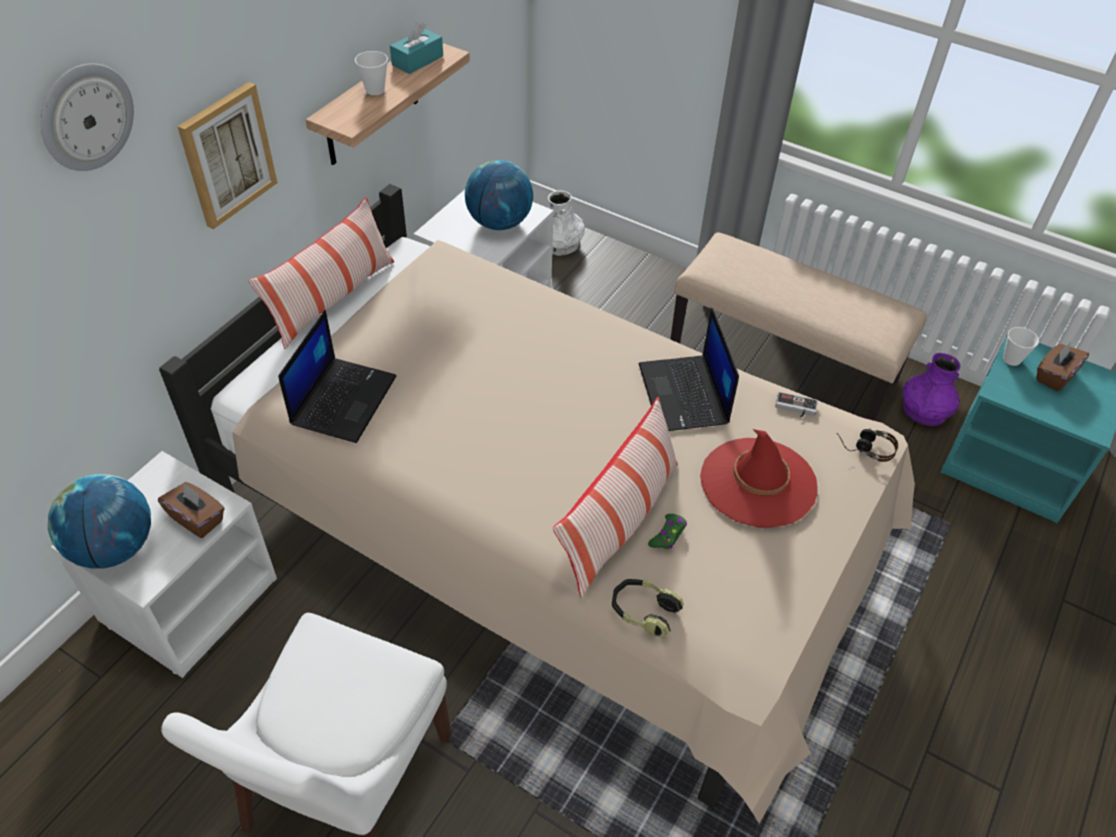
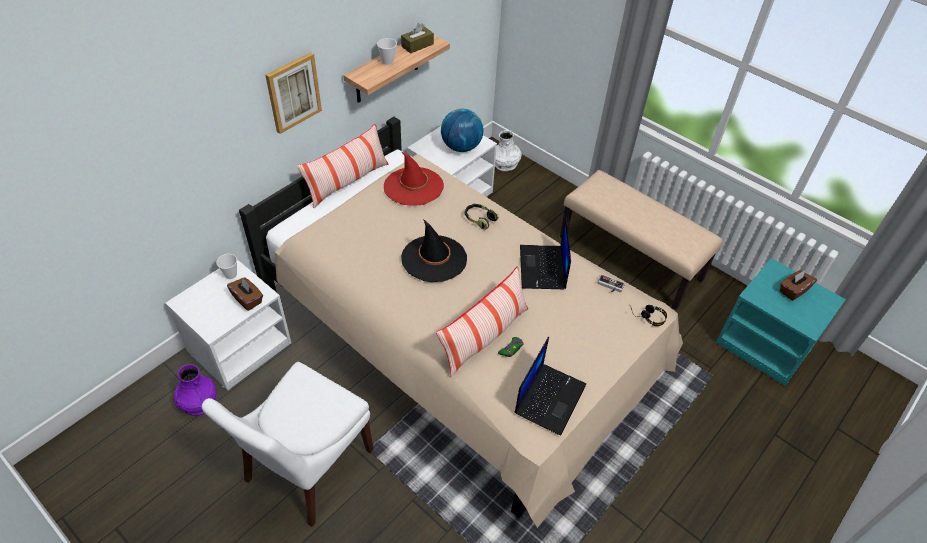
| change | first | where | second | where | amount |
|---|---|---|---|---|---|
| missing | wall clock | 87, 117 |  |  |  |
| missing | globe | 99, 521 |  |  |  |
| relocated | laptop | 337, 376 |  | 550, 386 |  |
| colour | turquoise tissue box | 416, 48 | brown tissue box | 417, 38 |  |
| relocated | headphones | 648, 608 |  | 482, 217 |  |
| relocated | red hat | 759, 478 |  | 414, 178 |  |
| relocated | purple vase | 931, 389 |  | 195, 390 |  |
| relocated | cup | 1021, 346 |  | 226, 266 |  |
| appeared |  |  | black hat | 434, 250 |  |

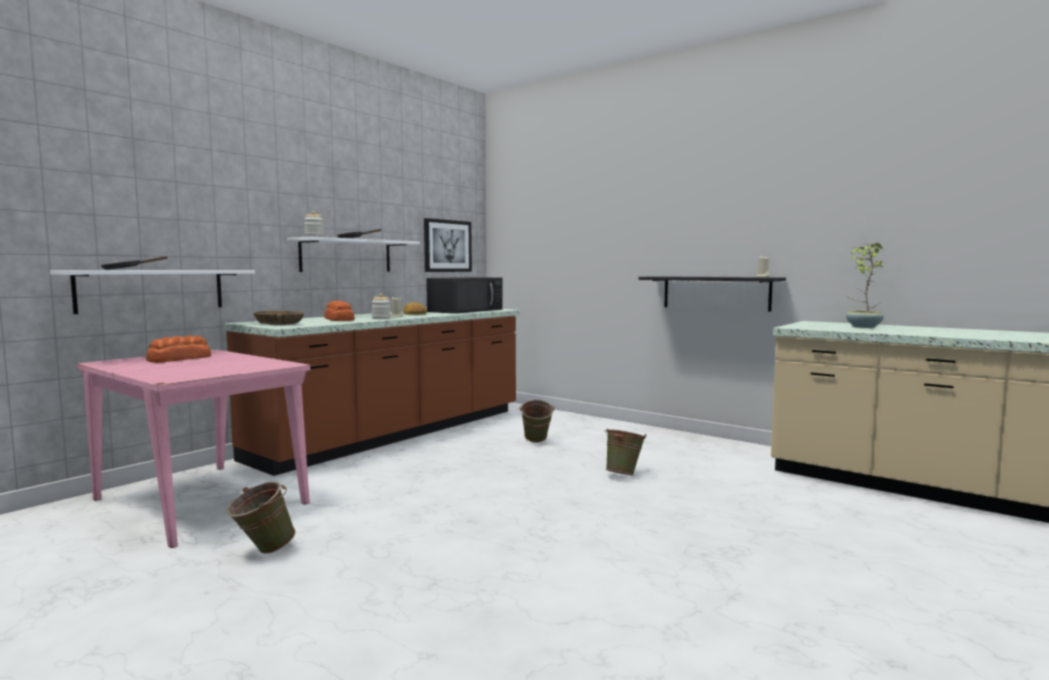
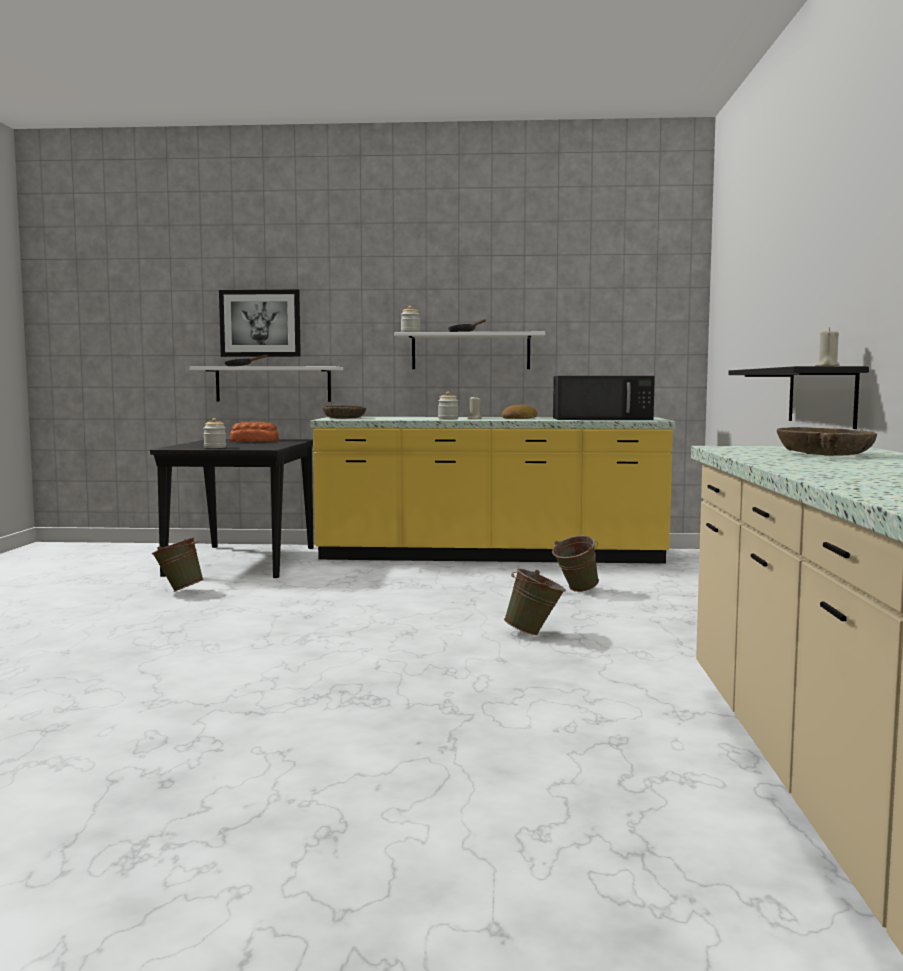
| change | first | where | second | where | amount |
|---|---|---|---|---|---|
| colour | pink dining table | 193, 449 | black dining table | 231, 508 |  |
| colour | brown counter | 372, 392 | yellow counter | 492, 490 |  |
| missing | bread | 339, 311 |  |  |  |
| relocated | picture | 448, 245 |  | 260, 323 |  |
| exchanged | potted plant | 865, 285 | brown bowl | 827, 441 |  |
| appeared |  |  | jar | 214, 433 |  |

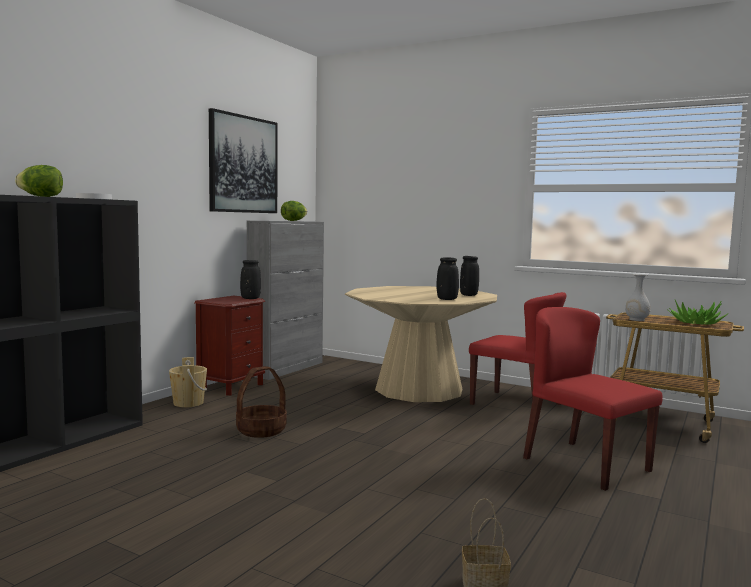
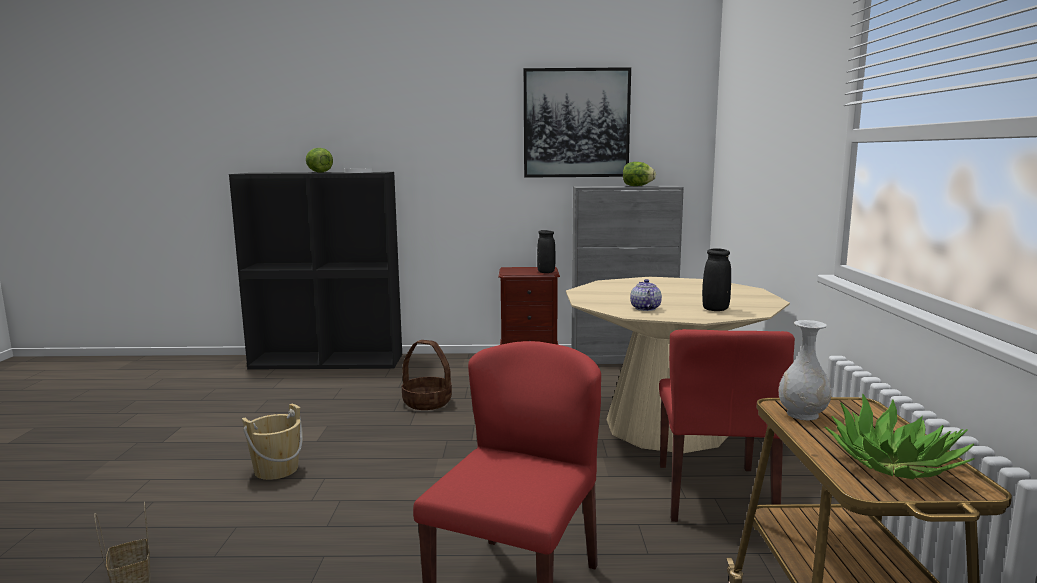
| change | first | where | second | where | amount |
|---|---|---|---|---|---|
| relocated | beige bucket | 188, 382 |  | 272, 442 |  |
| exchanged | black vase | 447, 278 | teapot | 646, 295 |  |

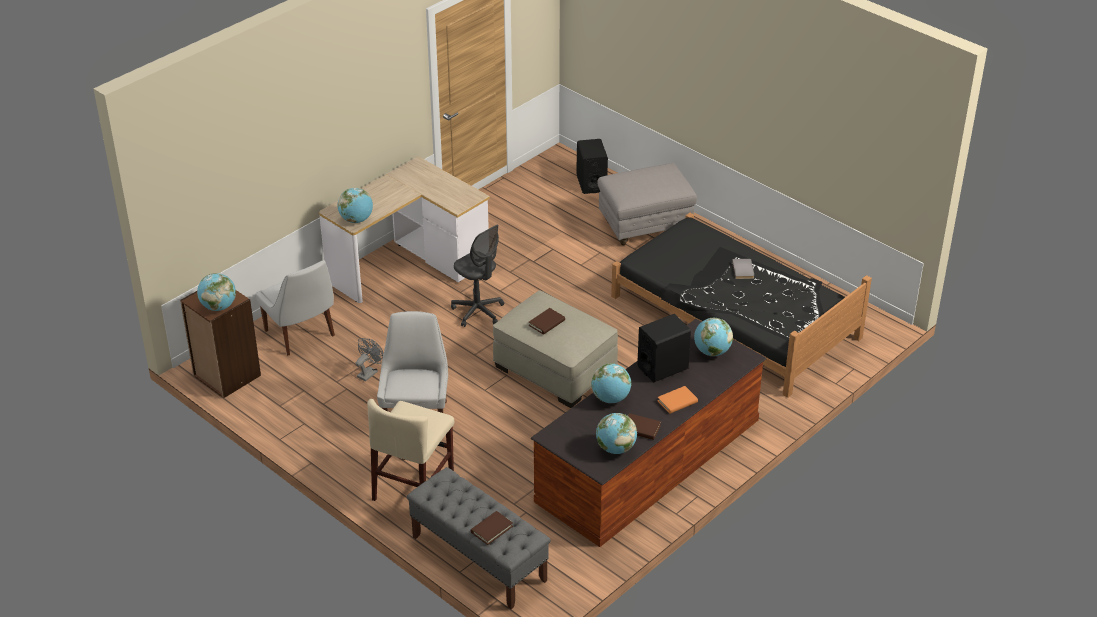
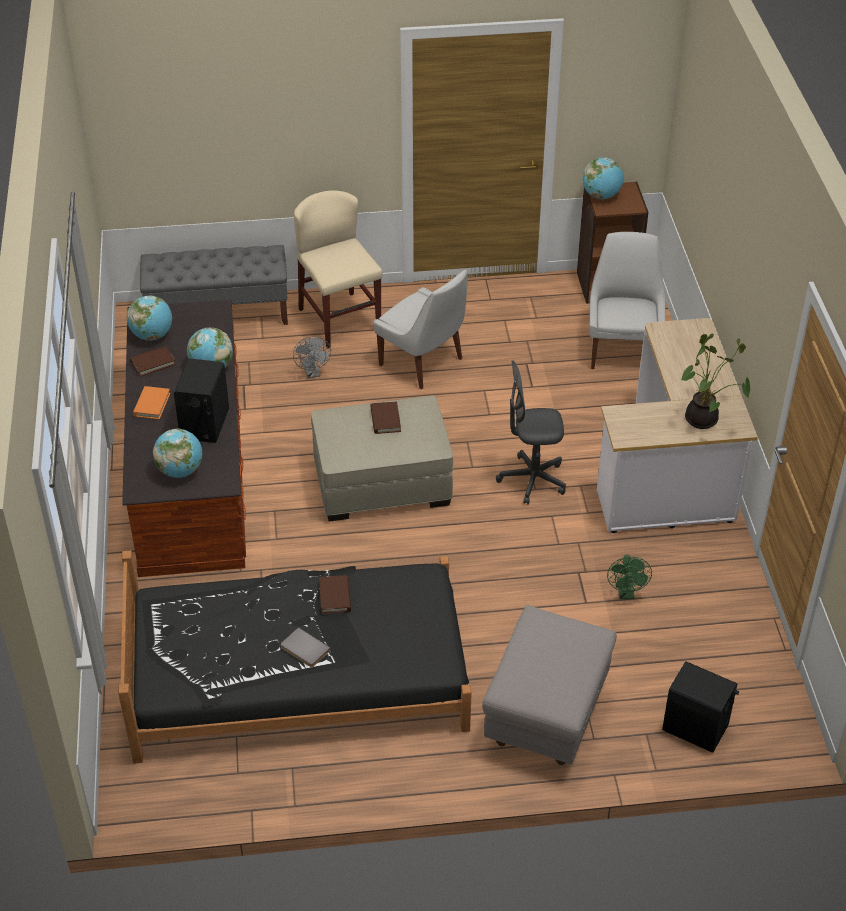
| change | first | where | second | where | amount |
|---|---|---|---|---|---|
| spun | white chair | 295, 307 |  | 627, 300 | 90 degrees clockwise |
| missing | globe | 355, 205 |  |  |  |
| relocated | grey fan | 369, 360 |  | 312, 357 |  |
| relocated | brown book | 492, 528 |  | 335, 594 |  |
| appeared |  |  | green fan | 629, 577 |  |
| appeared |  |  | potted plant | 715, 381 |  |

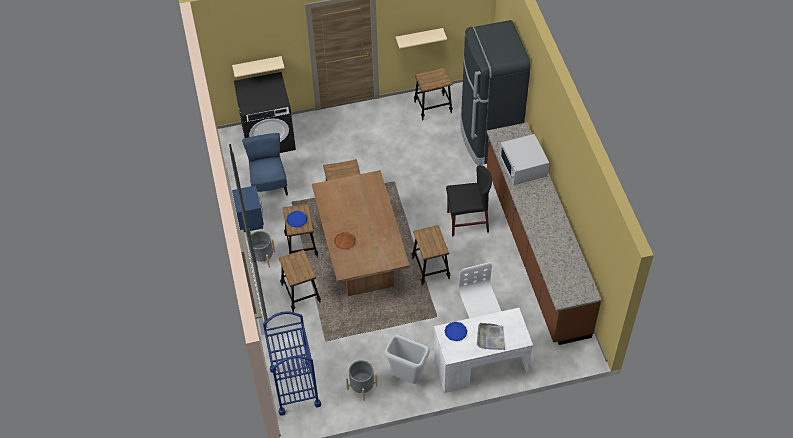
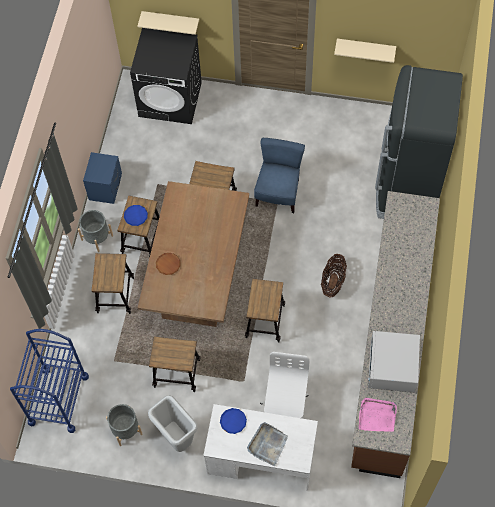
| change | first | where | second | where | amount |
|---|---|---|---|---|---|
| relocated | blue chair | 265, 164 |  | 279, 175 |  |
| relocated | stool | 433, 93 |  | 175, 364 |  |
| exchanged | black chair | 469, 201 | basket | 334, 276 |  |
| relocated | white microwave | 524, 159 |  | 394, 362 |  |
| appeared |  |  | pink tray | 378, 415 |  |

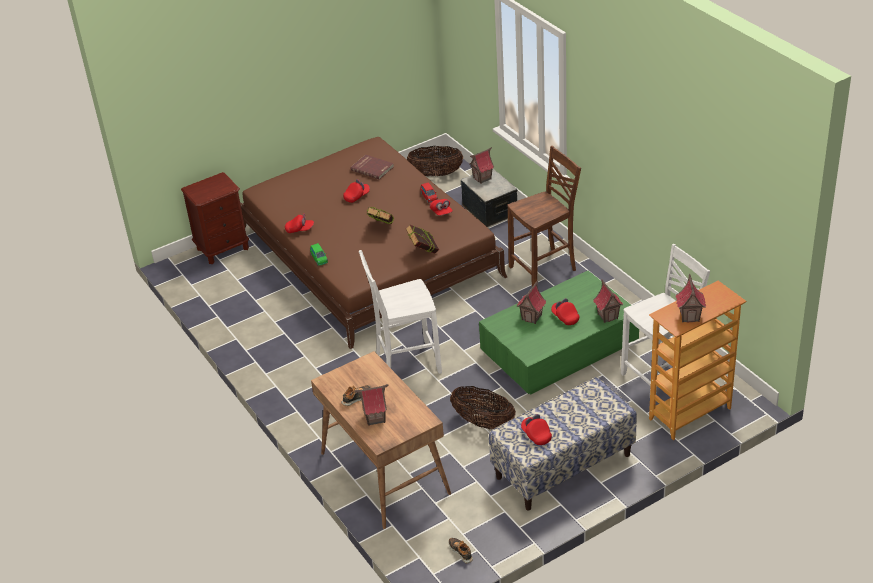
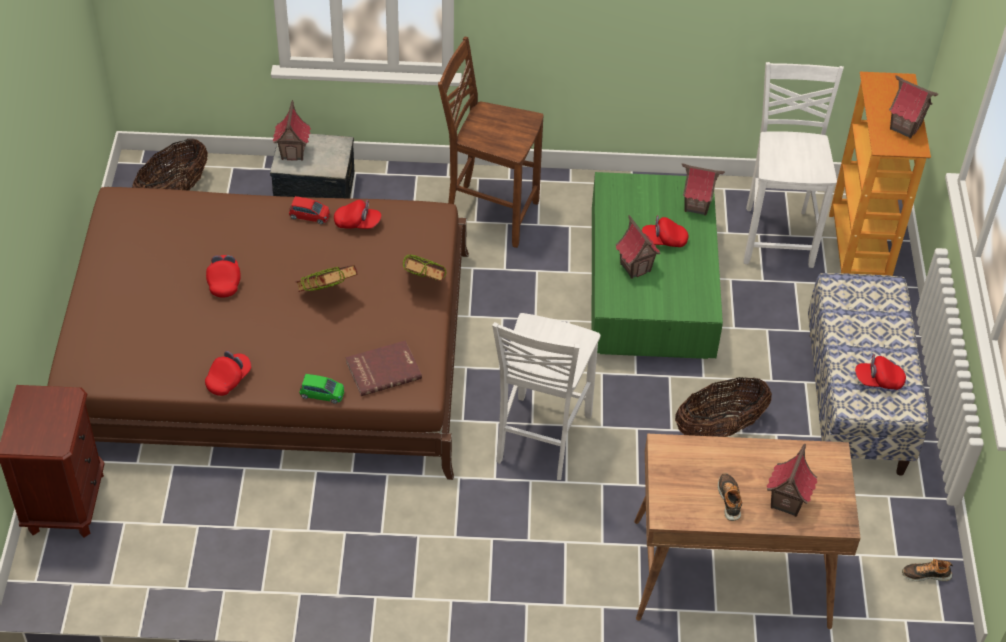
| change | first | where | second | where | amount |
|---|---|---|---|---|---|
| relocated | red book | 372, 167 |  | 384, 368 |  |
| spun | brown chair | 544, 216 |  | 491, 142 | 75 degrees counterclockwise |

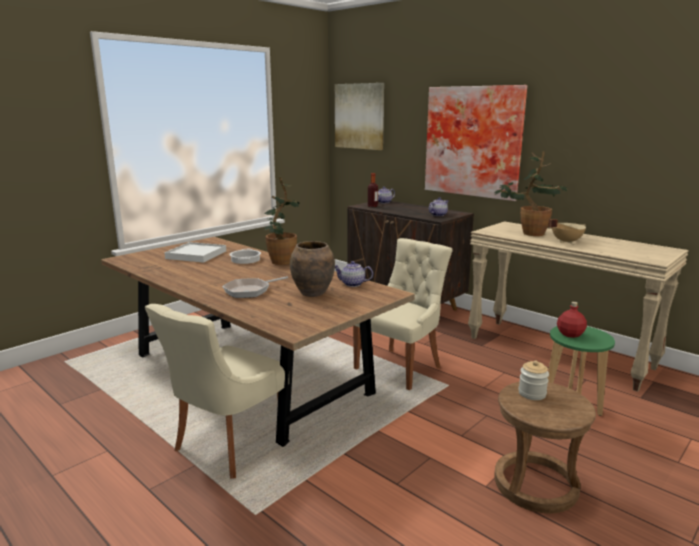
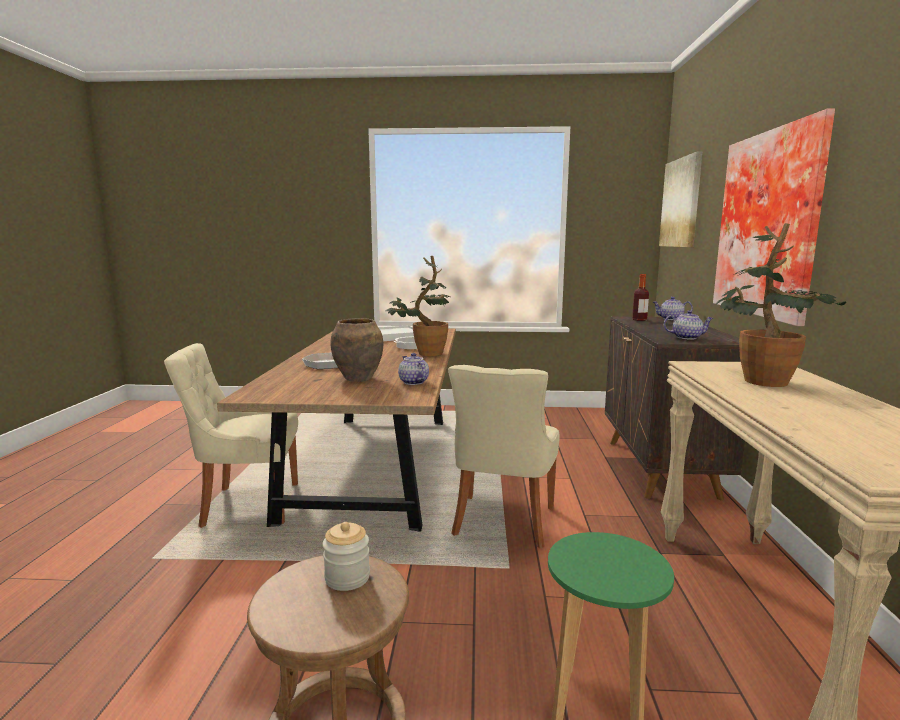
| change | first | where | second | where | amount |
|---|---|---|---|---|---|
| spun | beige chair | 403, 314 |  | 504, 456 | 105 degrees clockwise |
| missing | beige cooking pot | 567, 231 |  |  |  |
| missing | red bottle | 572, 320 |  |  |  |

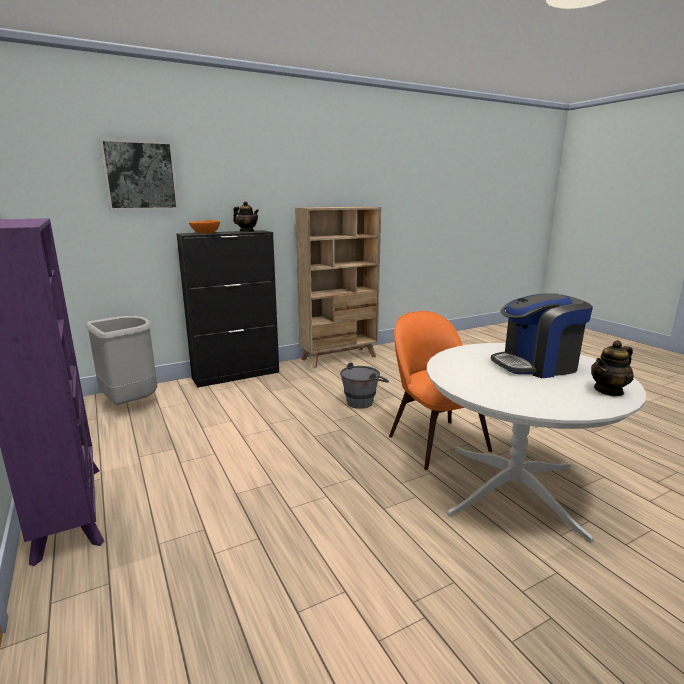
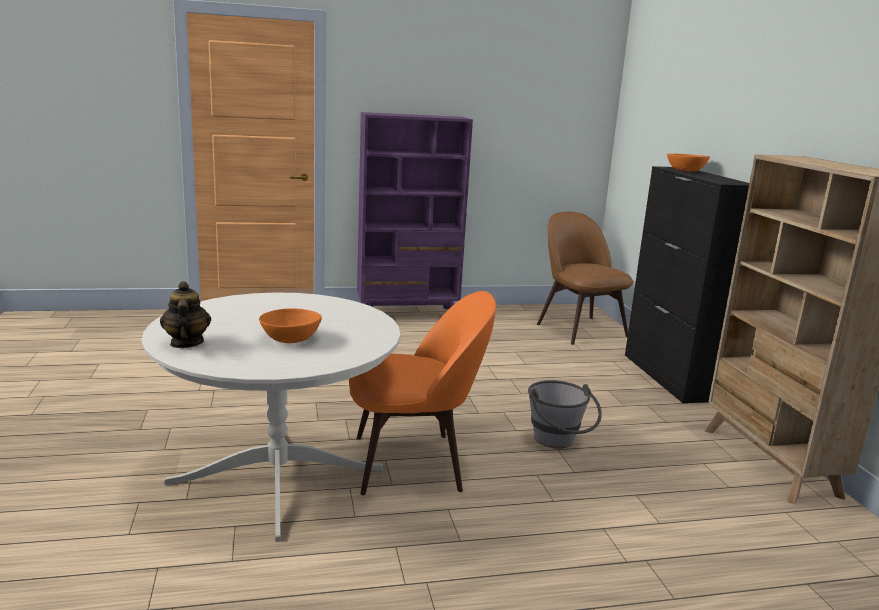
| change | first | where | second | where | amount |
|---|---|---|---|---|---|
| exchanged | grey trash can | 121, 360 | brown chair | 585, 278 |  |
| missing | picture | 139, 174 |  |  |  |
| missing | teapot | 246, 216 |  |  |  |
| exchanged | coffee machine | 542, 335 | orange bowl | 290, 325 |  |

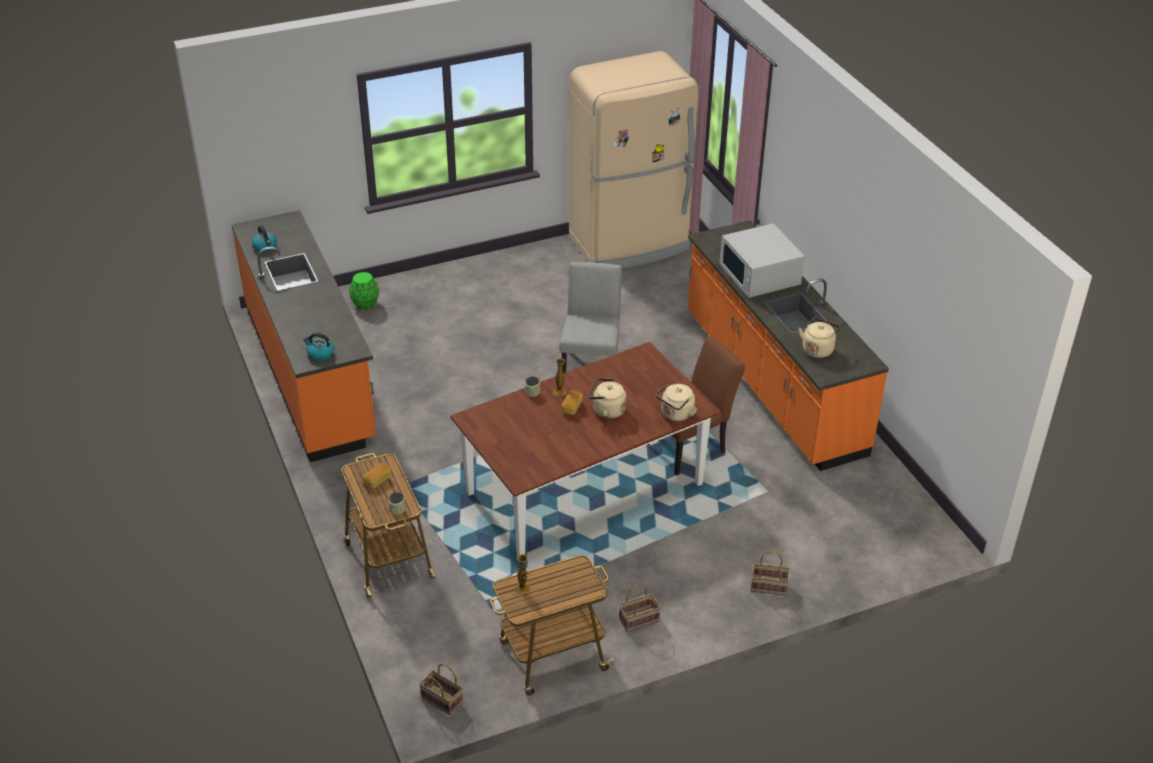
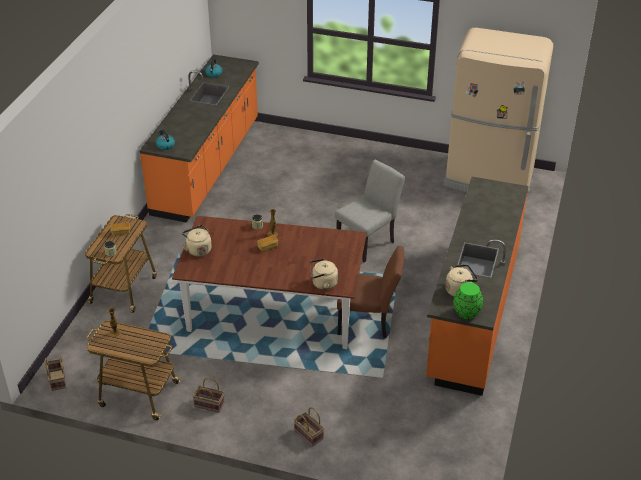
| change | first | where | second | where | amount |
|---|---|---|---|---|---|
| relocated | green vase | 364, 291 |  | 468, 300 |  |
| relocated | beige kettle | 607, 398 |  | 197, 241 |  |
| missing | white microwave | 762, 260 |  |  |  |

